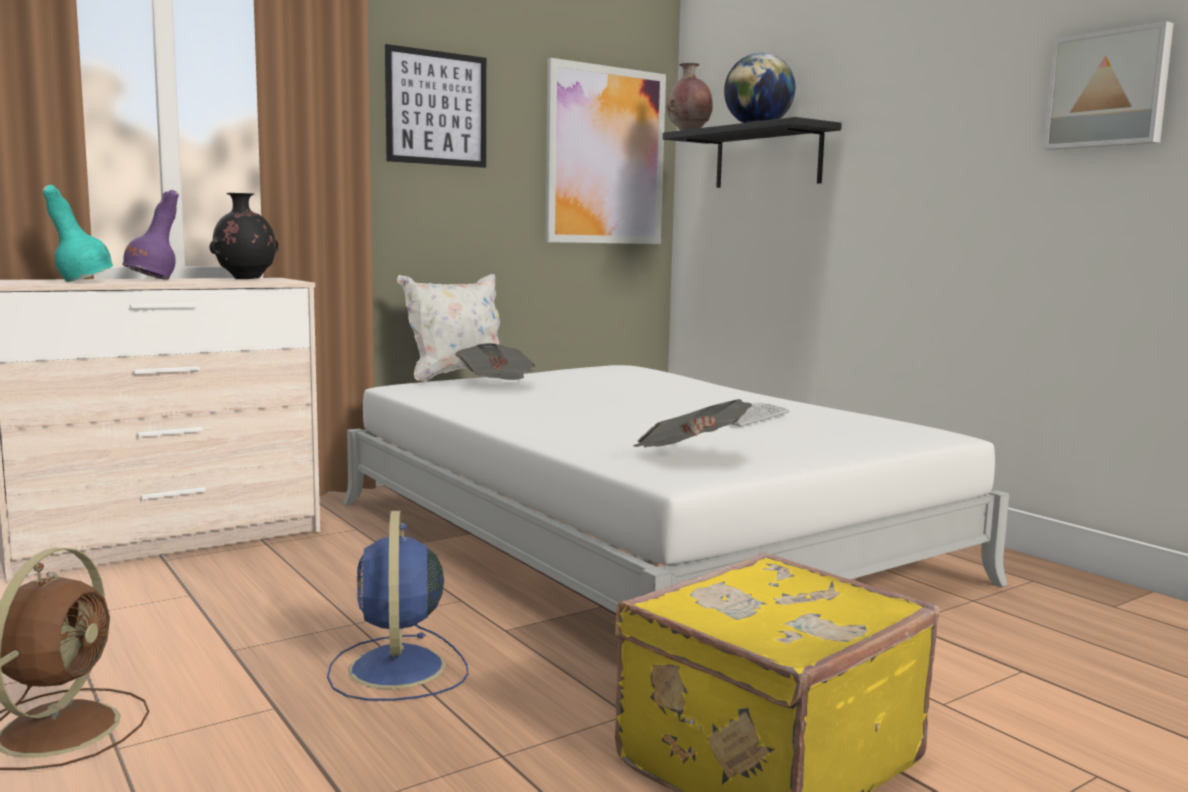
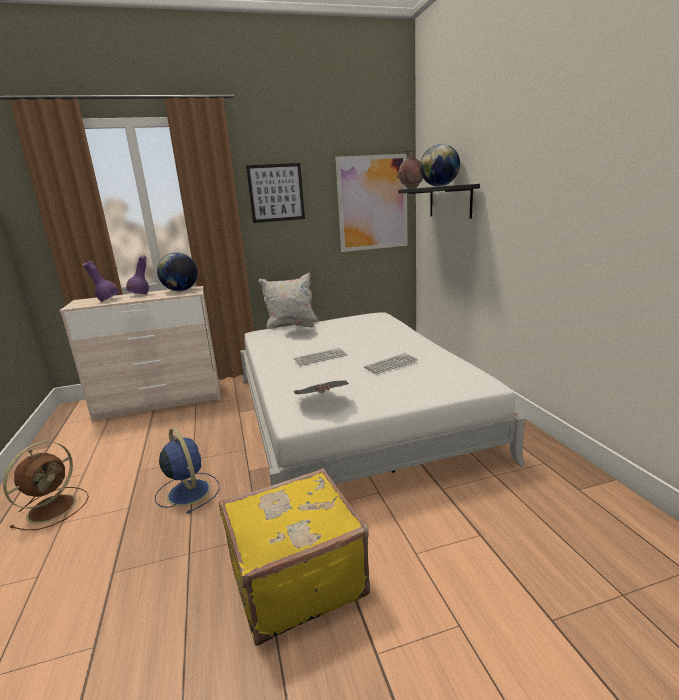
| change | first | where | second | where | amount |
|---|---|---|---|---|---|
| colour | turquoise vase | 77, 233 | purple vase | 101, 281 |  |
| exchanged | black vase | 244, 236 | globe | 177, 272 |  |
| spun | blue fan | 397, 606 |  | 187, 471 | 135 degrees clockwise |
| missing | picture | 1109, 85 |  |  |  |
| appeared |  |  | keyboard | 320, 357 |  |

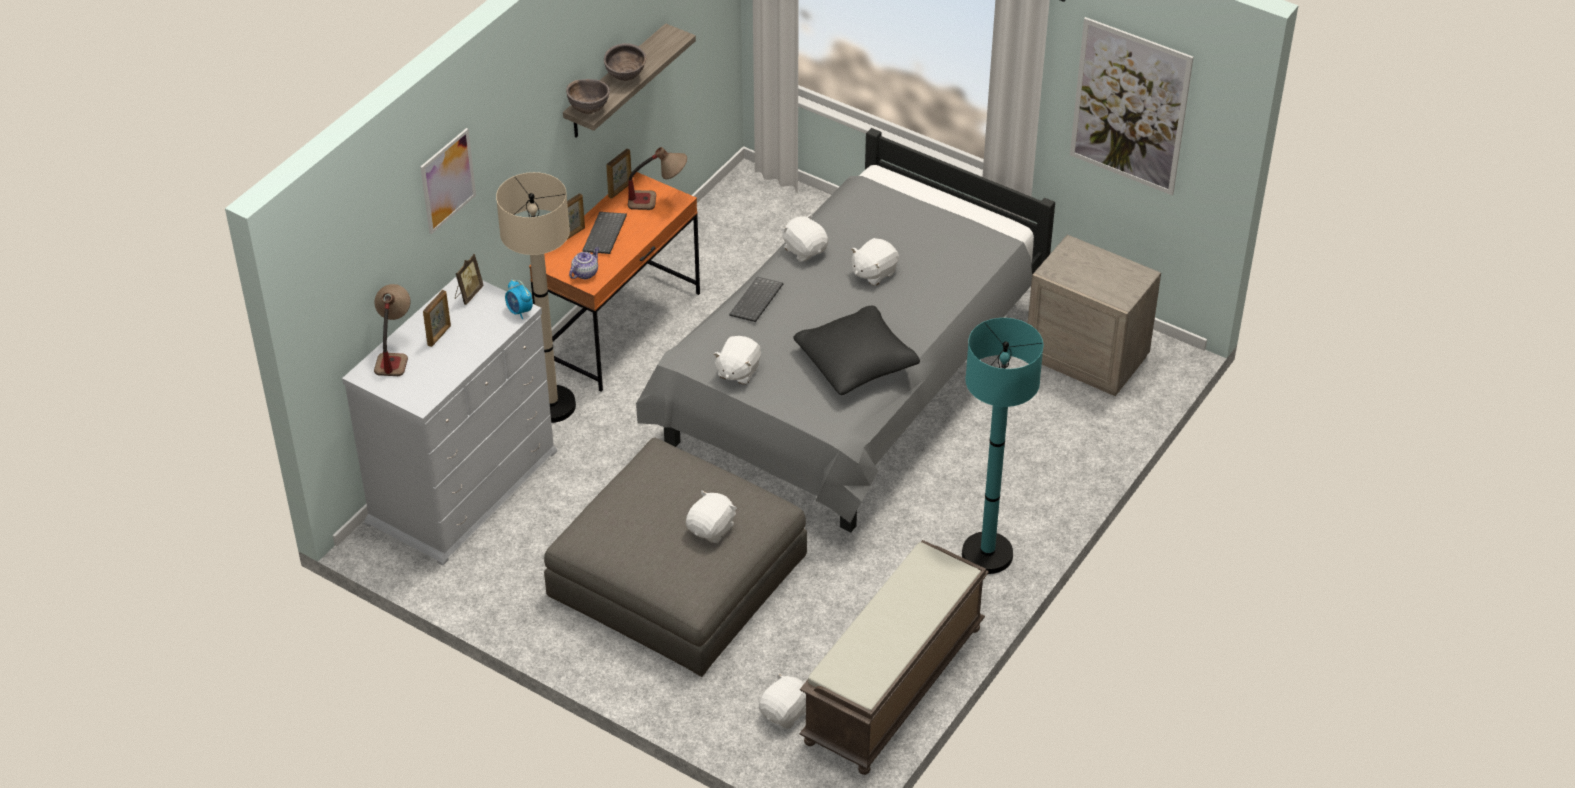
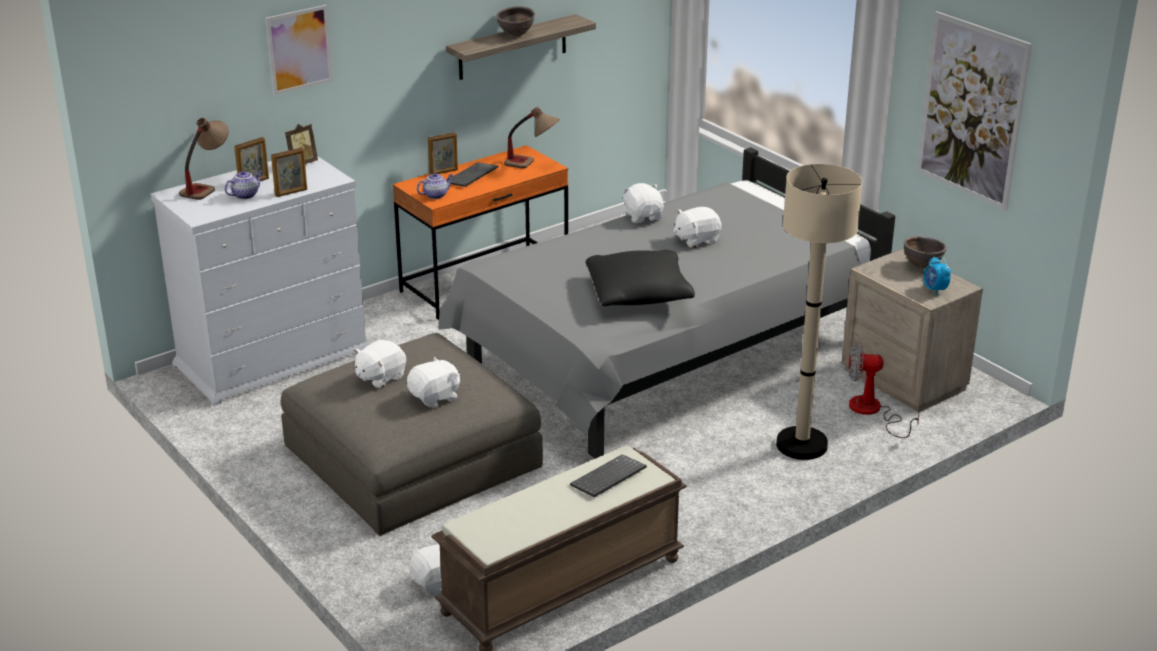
| change | first | where | second | where | amount |
|---|---|---|---|---|---|
| relocated | beige floor lamp | 536, 297 |  | 819, 312 |  |
| relocated | alarm clock | 519, 299 |  | 937, 276 |  |
| relocated | brown bowl | 588, 96 |  | 925, 252 |  |
| relocated | picture frame | 618, 174 |  | 289, 172 |  |
| relocated | white plush toy | 737, 360 |  | 380, 364 |  |
| relocated | keyboard | 756, 299 |  | 608, 475 |  |
| missing | turquoise floor lamp | 1002, 446 |  |  |  |
| appeared |  |  | teapot | 243, 185 |  |
| appeared |  |  | fan | 884, 390 |  |

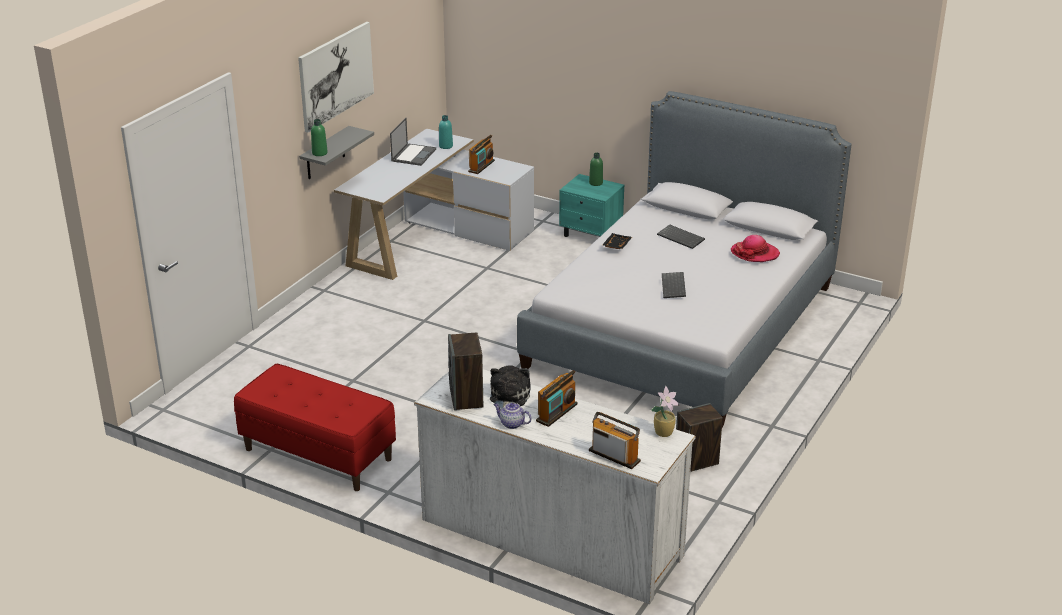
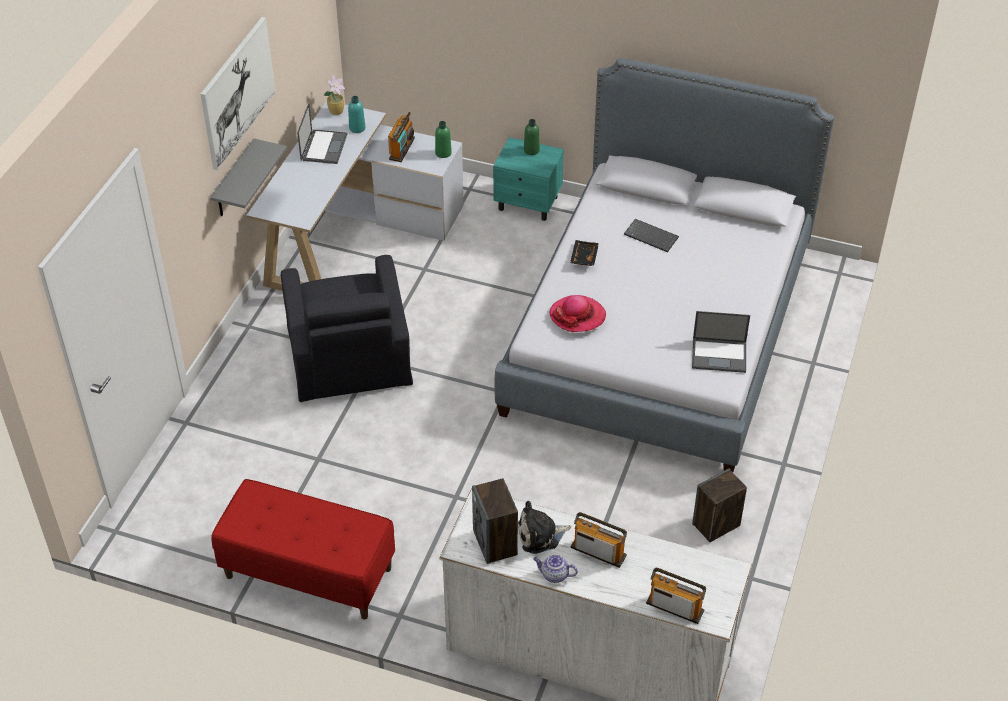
| change | first | where | second | where | amount |
|---|---|---|---|---|---|
| relocated | green bottle | 319, 137 |  | 443, 139 |  |
| spun | plush toy | 510, 387 |  | 544, 527 | 105 degrees counterclockwise |
| spun | radio | 557, 398 |  | 599, 540 | 90 degrees counterclockwise |
| relocated | potted plant | 665, 411 |  | 334, 95 |  |
| missing | keyboard | 674, 285 |  |  |  |
| relocated | hat | 755, 248 |  | 577, 313 |  |
| appeared |  |  | black armchair | 347, 328 |  |
| appeared |  |  | laptop | 721, 342 |  |

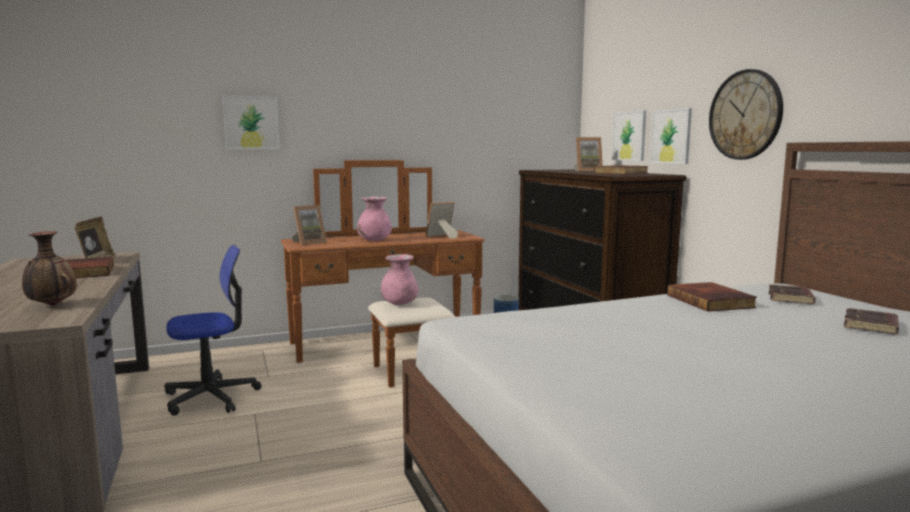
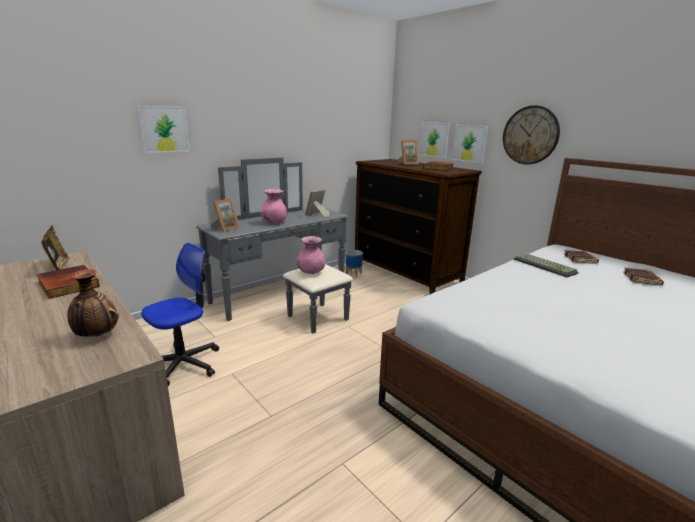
| change | first | where | second | where | amount |
|---|---|---|---|---|---|
| colour | brown dresser | 383, 274 | grey dresser | 274, 245 |  |
| exchanged | book | 712, 297 | keyboard | 546, 265 |  |

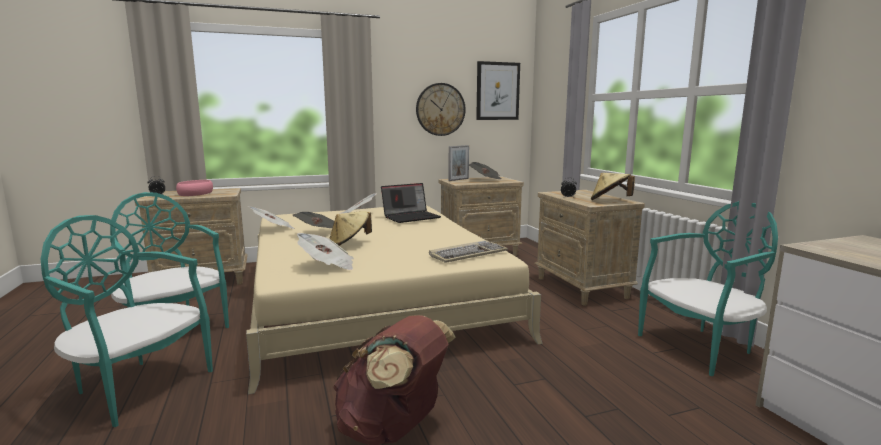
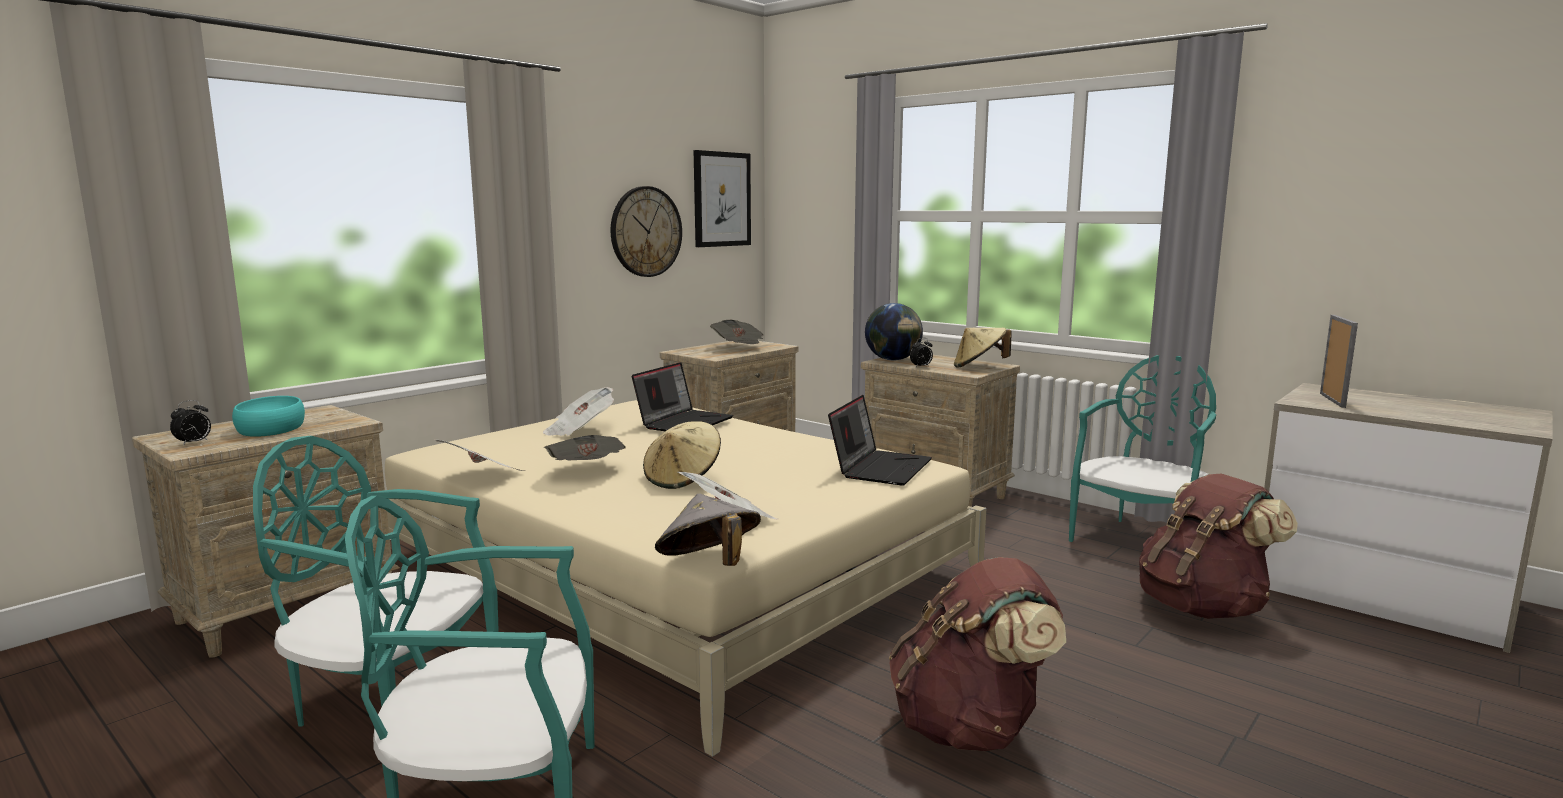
| change | first | where | second | where | amount |
|---|---|---|---|---|---|
| colour | pink bowl | 194, 188 | turquoise bowl | 268, 416 |  |
| exchanged | keyboard | 468, 251 | laptop | 880, 440 |  |
| relocated | picture frame | 459, 163 |  | 1339, 361 |  |
| appeared |  |  | grey hat | 708, 529 |  |
| appeared |  |  | globe | 894, 331 |  |
| appeared |  |  | brown backpack | 1218, 546 |  |

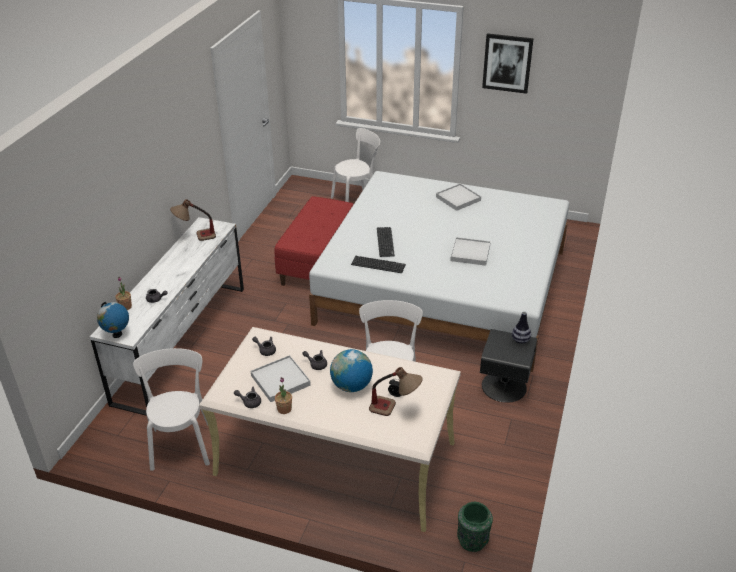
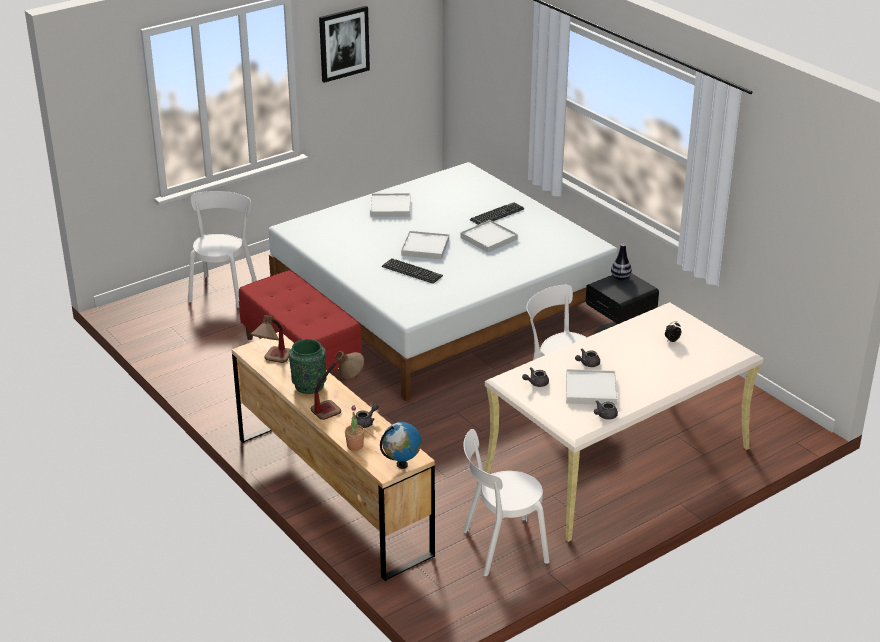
| change | first | where | second | where | amount |
|---|---|---|---|---|---|
| colour | white dresser | 167, 316 | brown dresser | 333, 456 |  |
| spun | white chair | 171, 409 |  | 506, 502 | 45 degrees counterclockwise |
| missing | potted plant | 283, 395 |  |  |  |
| missing | globe | 351, 370 |  |  |  |
| relocated | keyboard | 378, 264 |  | 497, 213 |  |
| relocated | table lamp | 396, 391 |  | 337, 385 |  |
| relocated | green vase | 475, 527 |  | 308, 366 |  |
| appeared |  |  | white tray | 425, 245 |  |

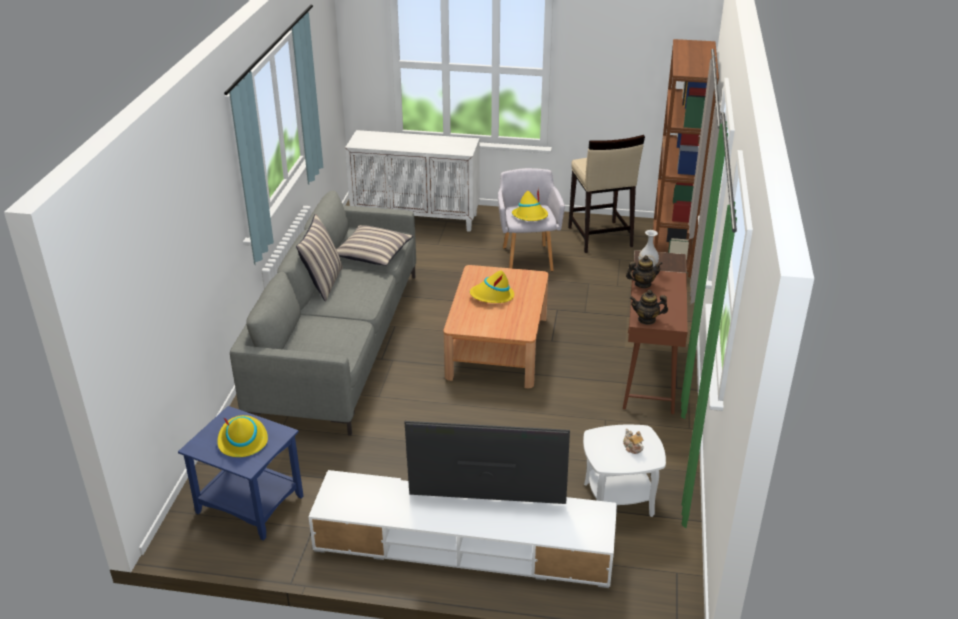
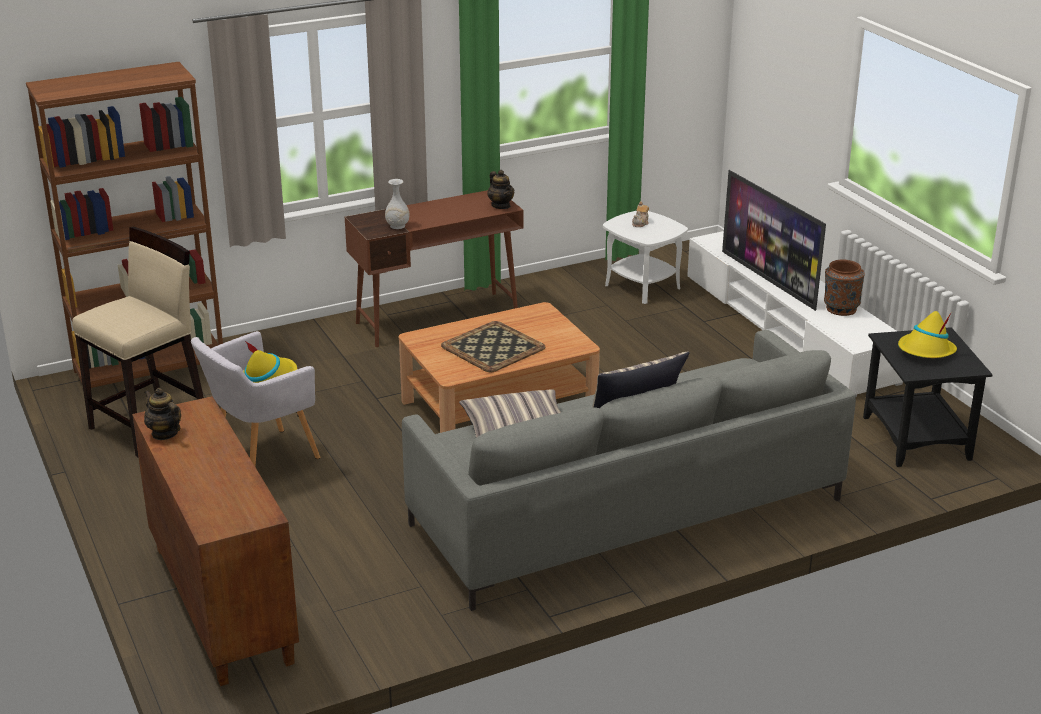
| change | first | where | second | where | amount |
|---|---|---|---|---|---|
| colour | blue side table | 240, 473 | black side table | 928, 397 |  |
| colour | white cabinet | 412, 181 | brown cabinet | 215, 541 |  |
| exchanged | yellow hat | 492, 286 | tray | 493, 347 |  |
| relocated | teapot | 644, 271 |  | 162, 414 |  |
| appeared |  |  | brown vase | 844, 287 |  |

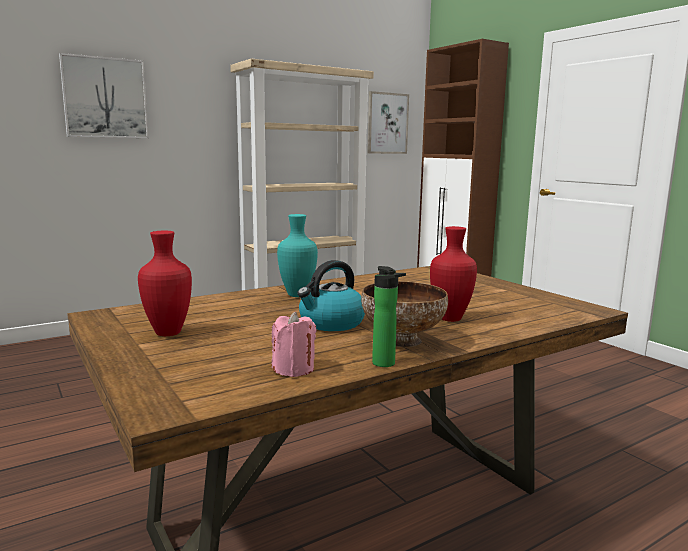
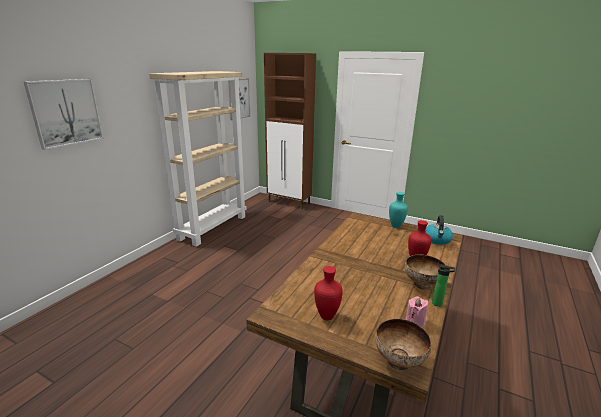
| change | first | where | second | where | amount |
|---|---|---|---|---|---|
| relocated | turquoise vase | 297, 255 |  | 398, 210 |  |
| relocated | kettle | 331, 295 |  | 439, 230 |  |
| appeared |  |  | bowl | 403, 345 |  |

